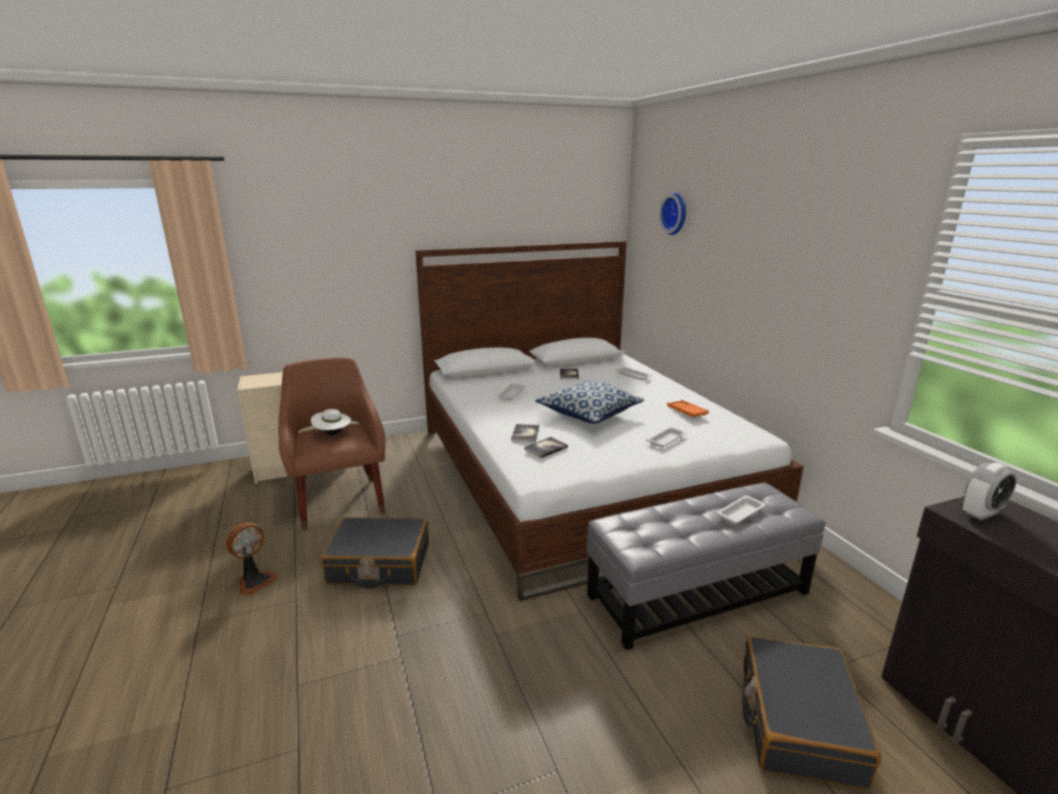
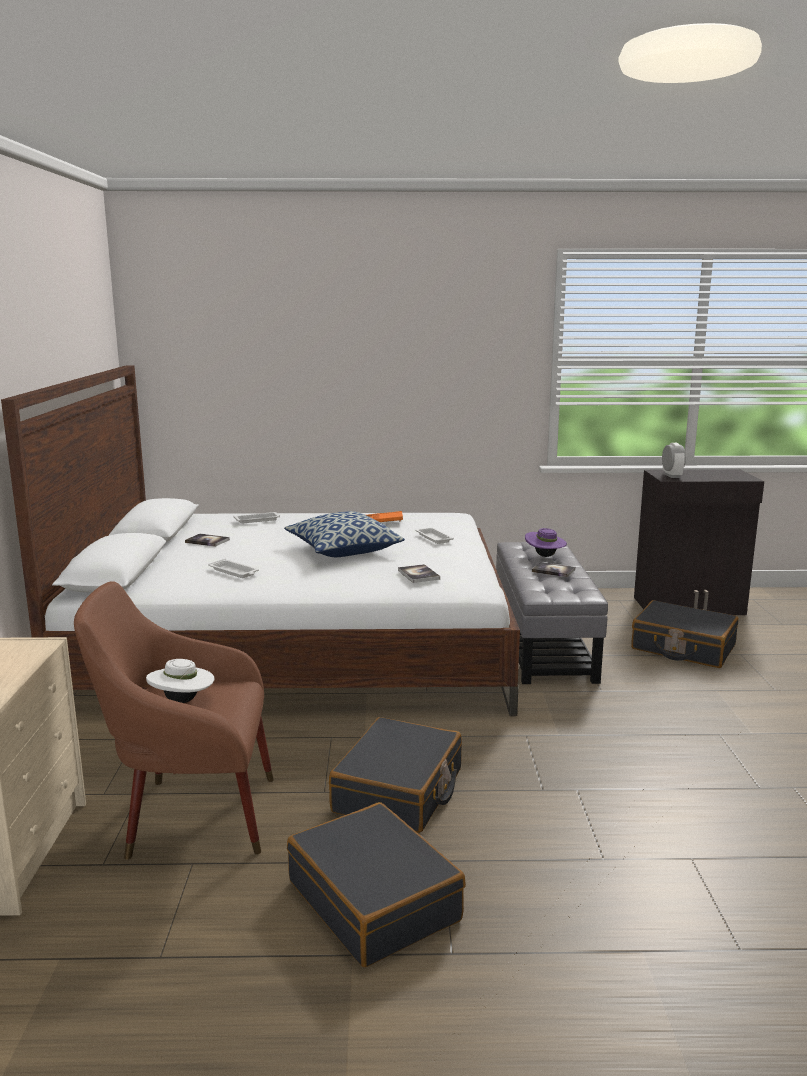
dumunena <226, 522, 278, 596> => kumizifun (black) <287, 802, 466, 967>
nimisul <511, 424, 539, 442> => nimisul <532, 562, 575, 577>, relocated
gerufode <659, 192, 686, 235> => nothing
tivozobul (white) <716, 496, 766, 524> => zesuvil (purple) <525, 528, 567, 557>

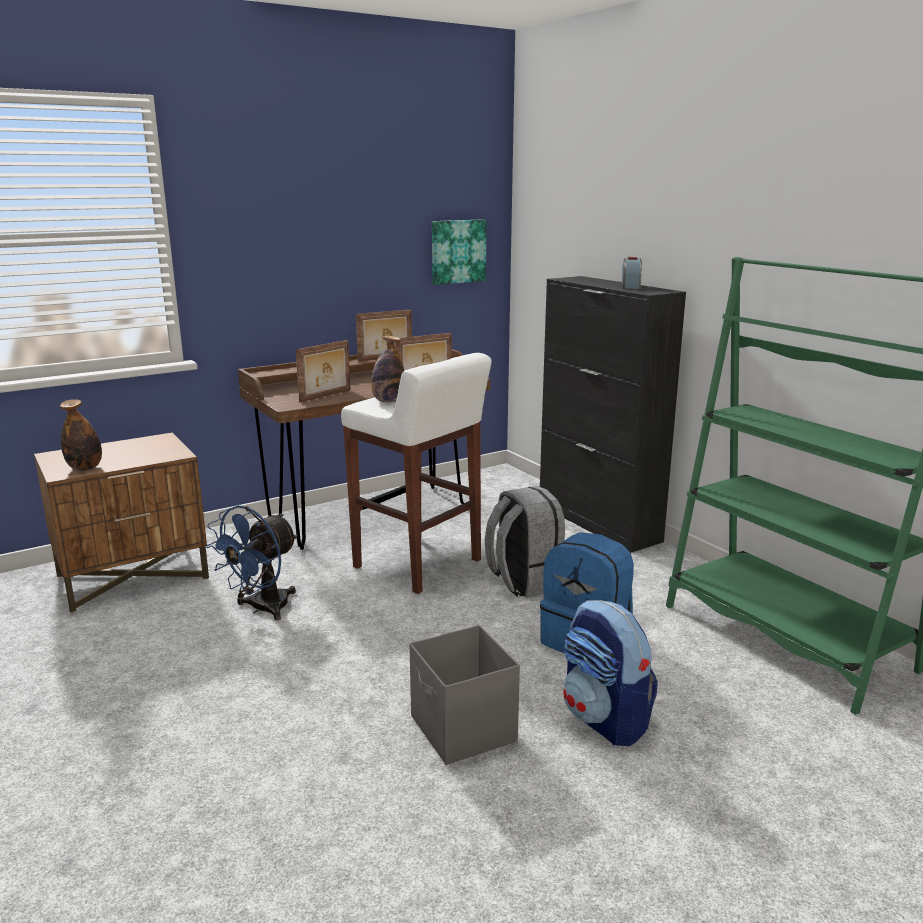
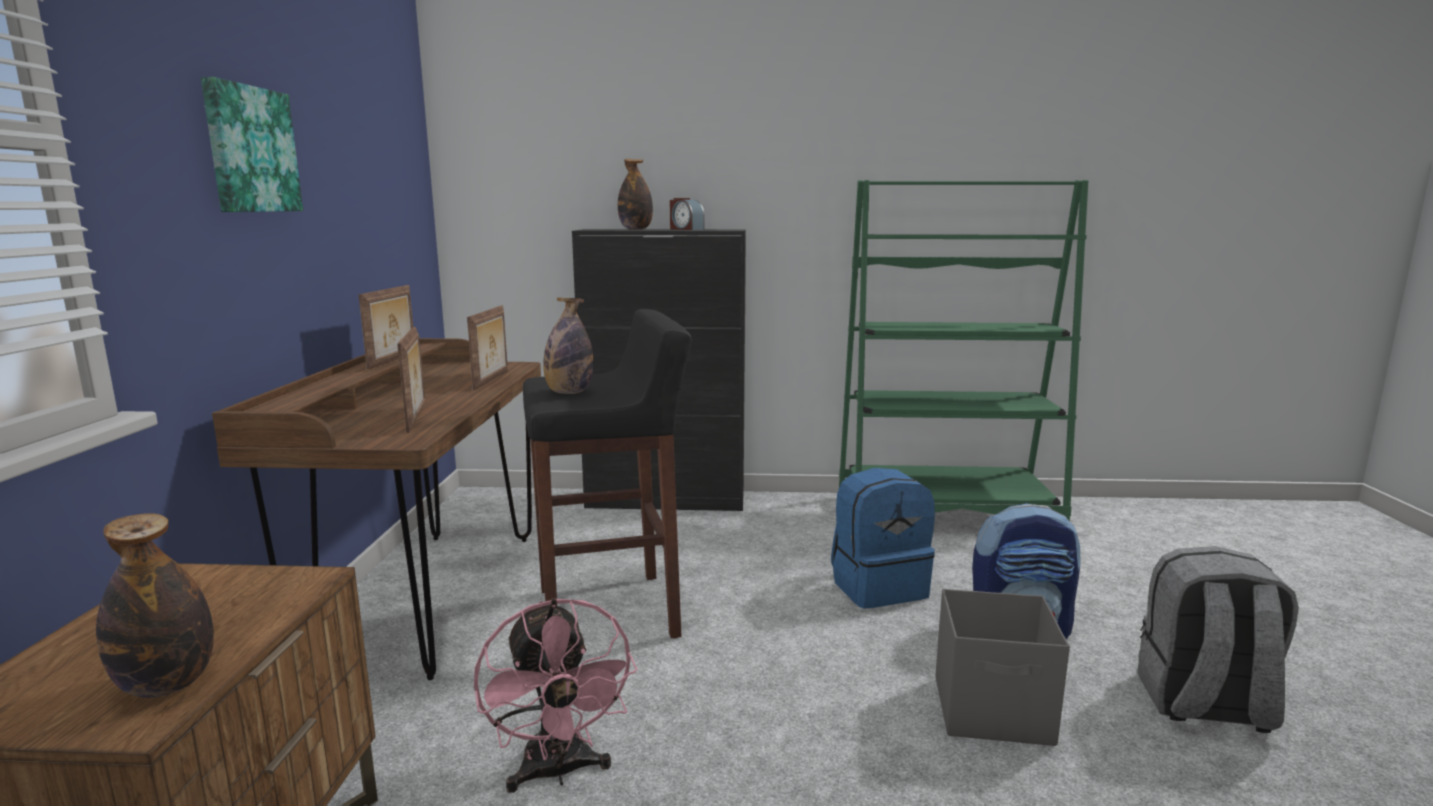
dumunena (blue) <206, 505, 298, 620> => dumunena (pink) <474, 598, 637, 793>
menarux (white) <341, 353, 491, 594> => menarux (black) <523, 309, 692, 639>
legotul <432, 219, 487, 285> => legotul <201, 77, 303, 212>, relocated
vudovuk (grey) <485, 486, 565, 598> => vudovuk (grey) <1137, 546, 1299, 733>, relocated
nothing => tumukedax <618, 159, 653, 230>

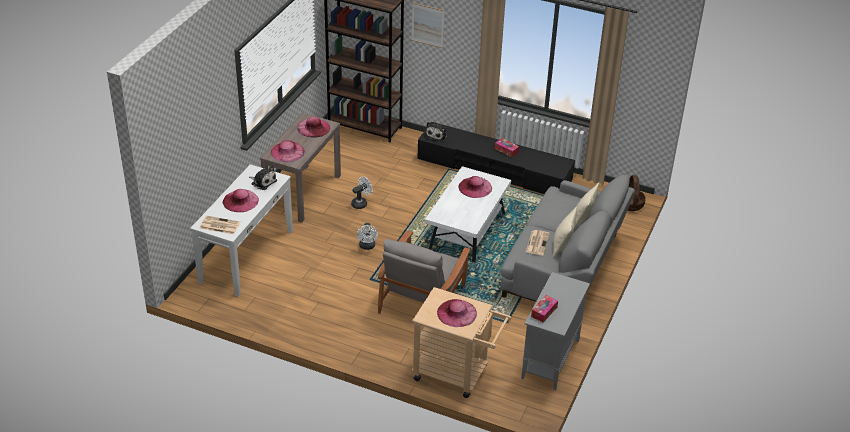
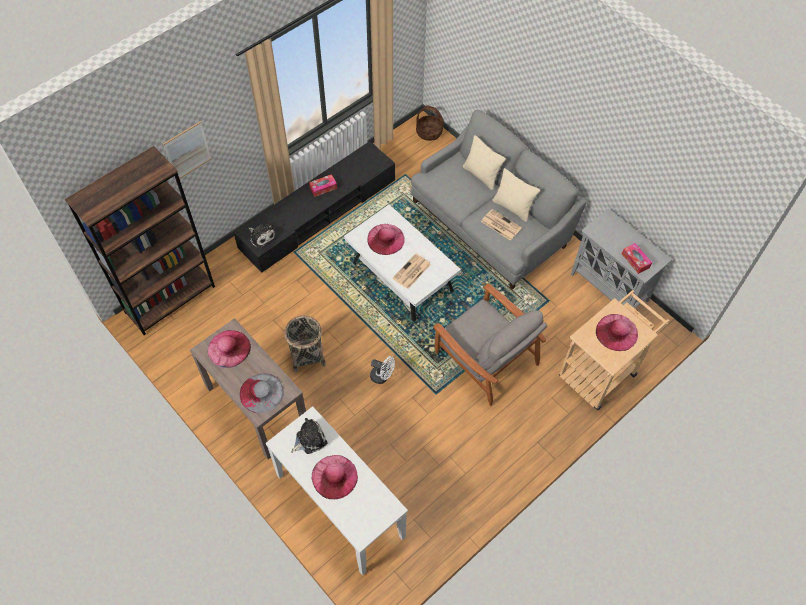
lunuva <200, 216, 240, 234> => lunuva <393, 253, 431, 289>, relocated
zesuvil (pink) <271, 140, 305, 162> => zesuvil (grey) <240, 373, 284, 413>
dumunena (white) <351, 176, 372, 209> => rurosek <285, 315, 326, 372>

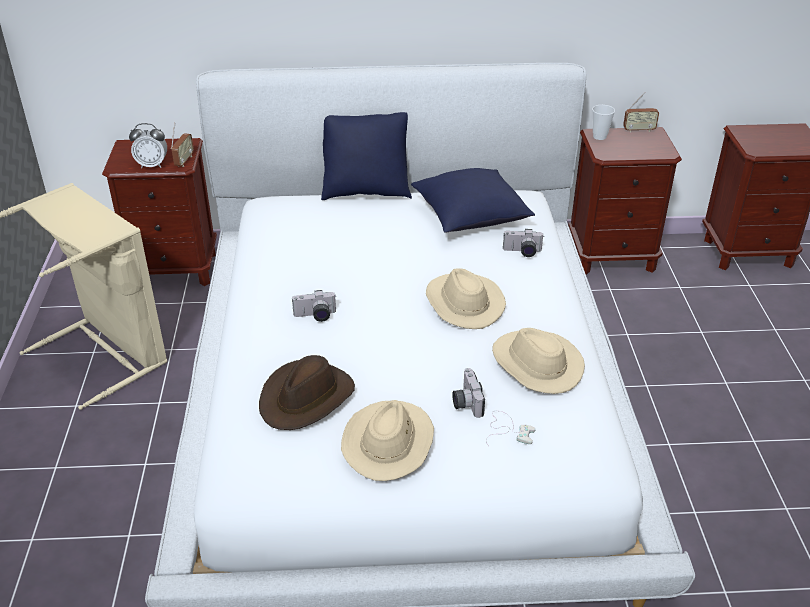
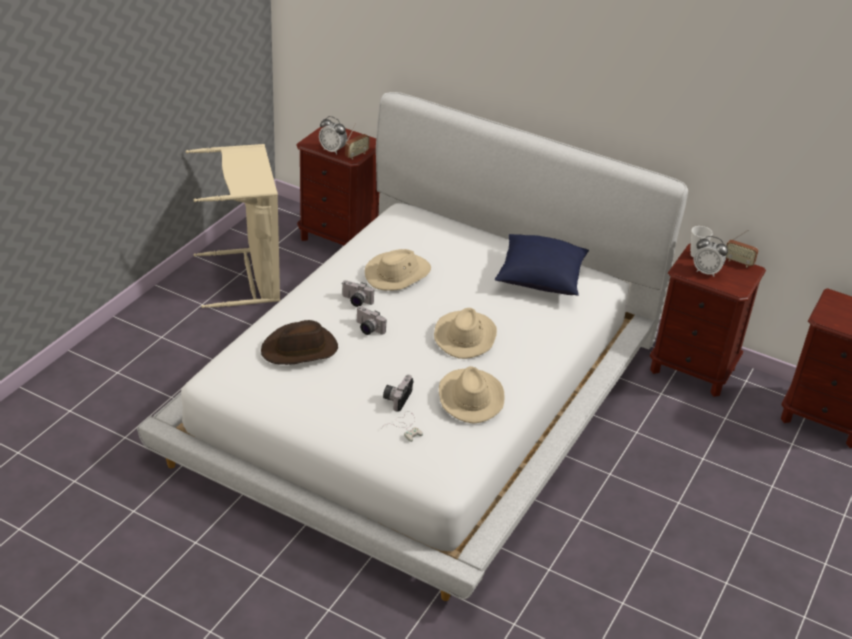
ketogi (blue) <321, 112, 412, 200> => nothing
zesuvil (beige) <341, 400, 434, 481> => zesuvil (beige) <365, 249, 431, 291>, relocated
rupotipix <503, 229, 544, 257> => rupotipix <356, 306, 386, 335>, relocated
nothing => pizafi <693, 236, 728, 277>

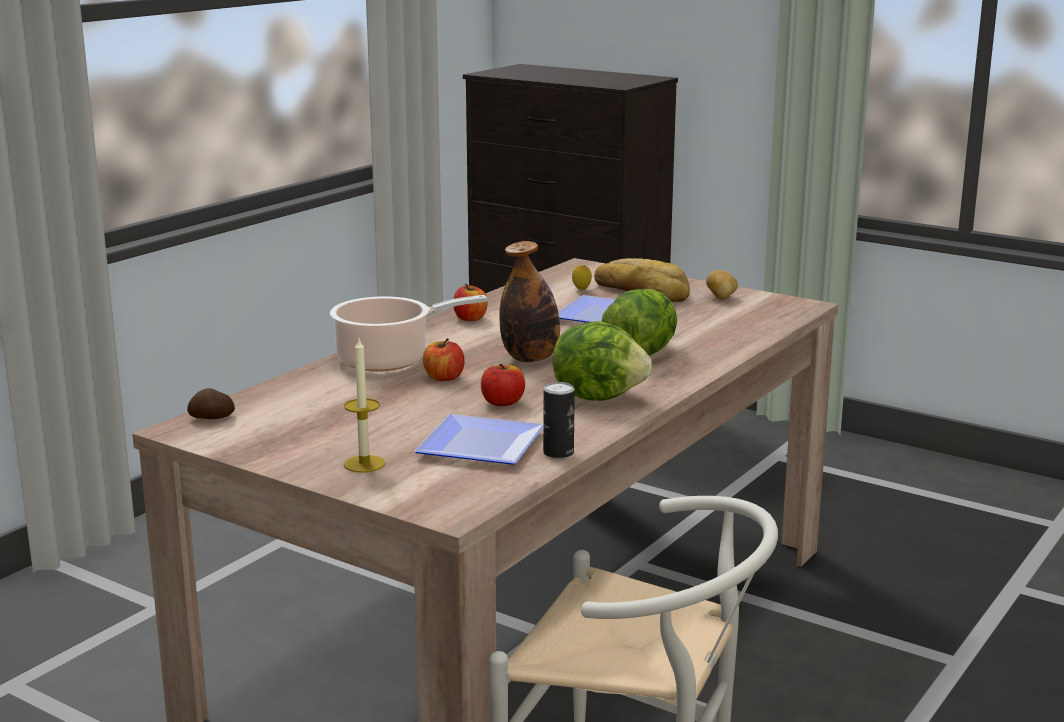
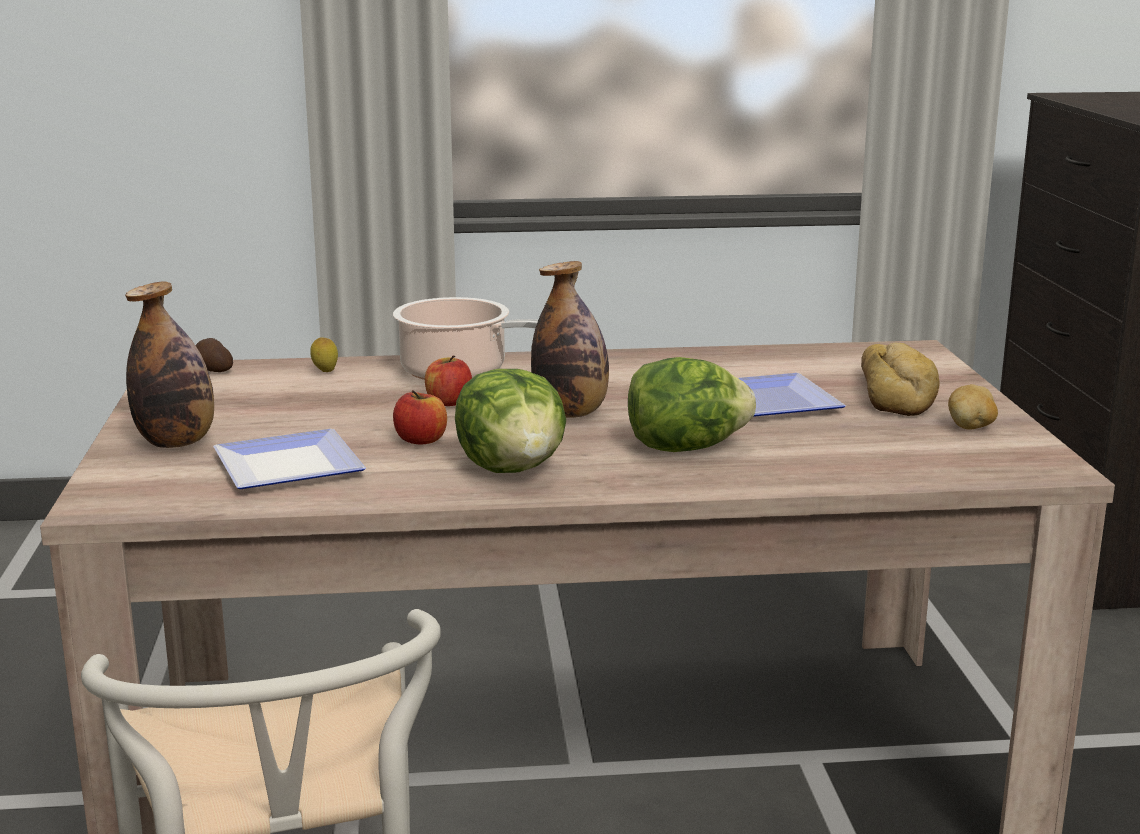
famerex <344, 339, 385, 473> => tumukedax <125, 282, 214, 448>
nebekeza <453, 284, 488, 321> => nothing
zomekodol <543, 382, 575, 458> => nothing
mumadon <572, 265, 592, 290> => mumadon <310, 337, 338, 372>, relocated

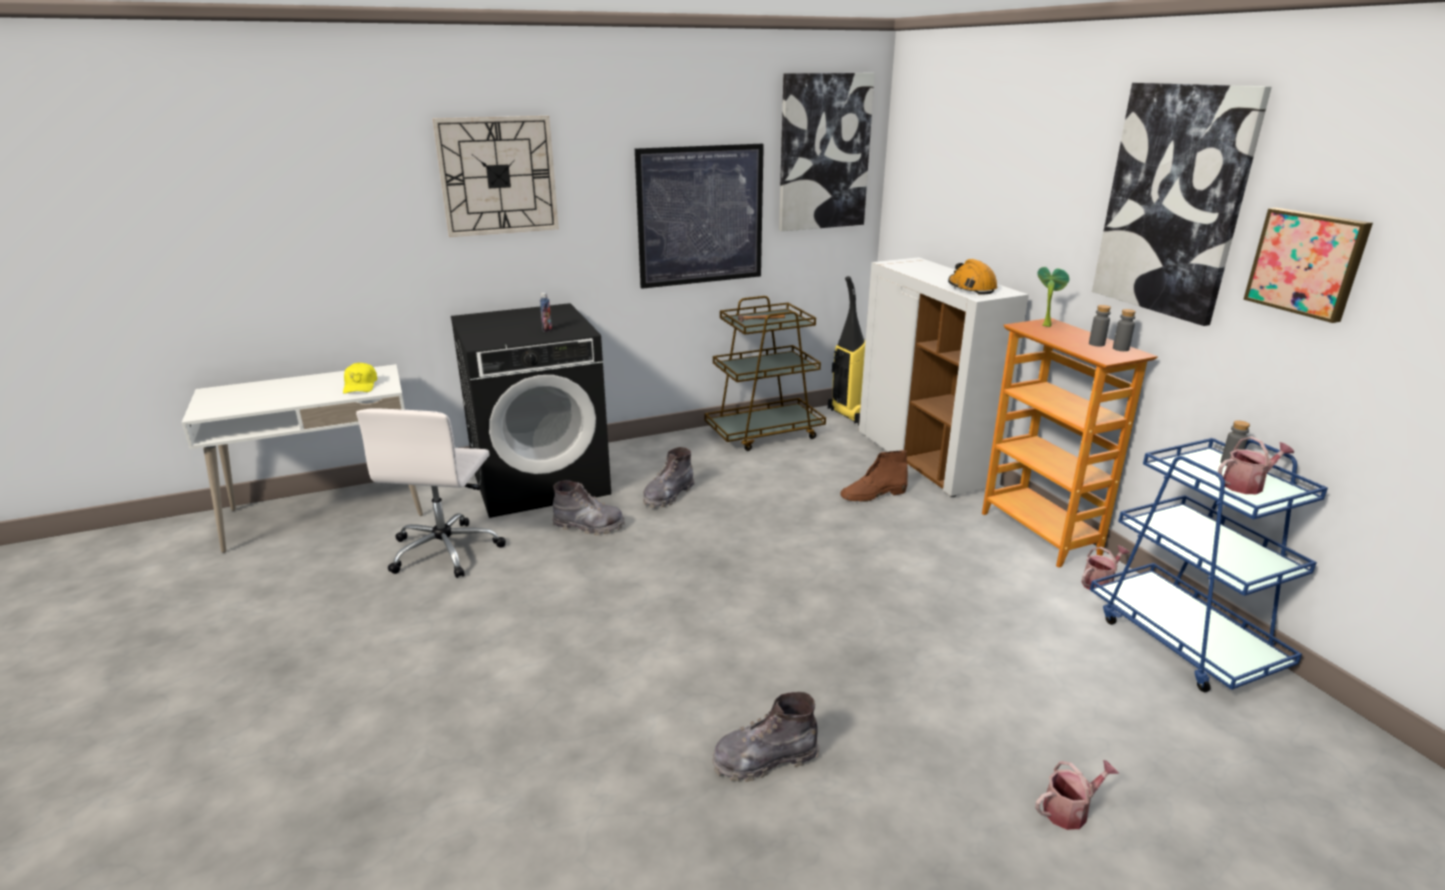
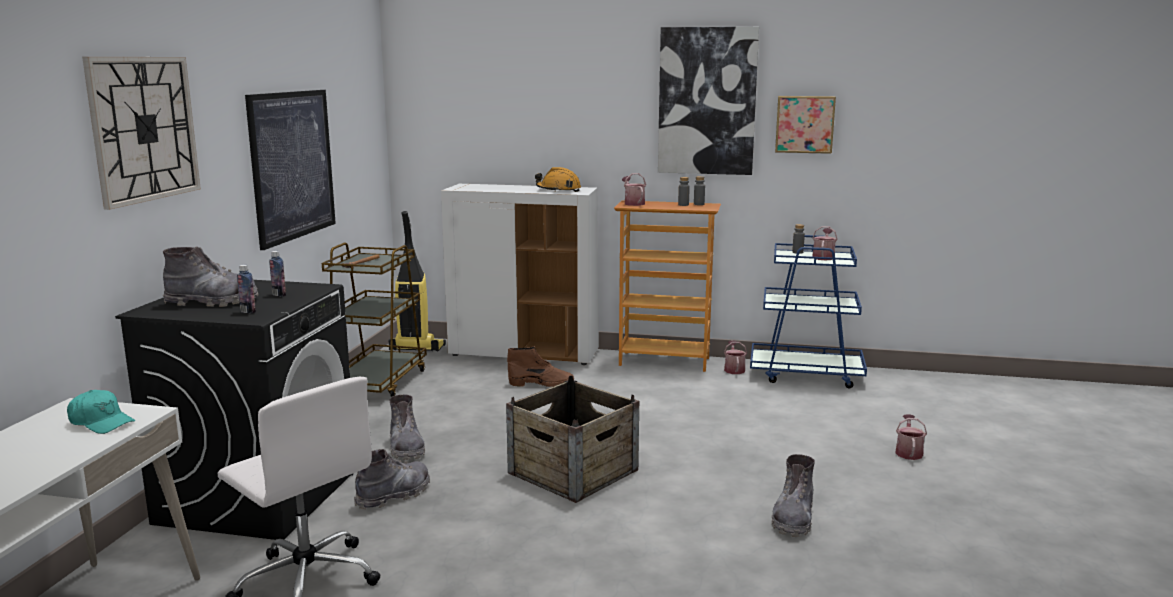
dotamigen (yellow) <343, 362, 377, 394> => dotamigen (turquoise) <67, 390, 135, 434>
legotul <779, 73, 875, 231> => nothing
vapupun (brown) <840, 450, 908, 502> => vapupun (brown) <507, 346, 574, 387>, 105 degrees counterclockwise
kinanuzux <1037, 267, 1069, 327> => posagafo <622, 173, 646, 206>
nothing => vapupun (grey) <163, 246, 258, 307>
nothing => tumukedax <237, 265, 256, 314>
nothing => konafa <506, 375, 639, 503>

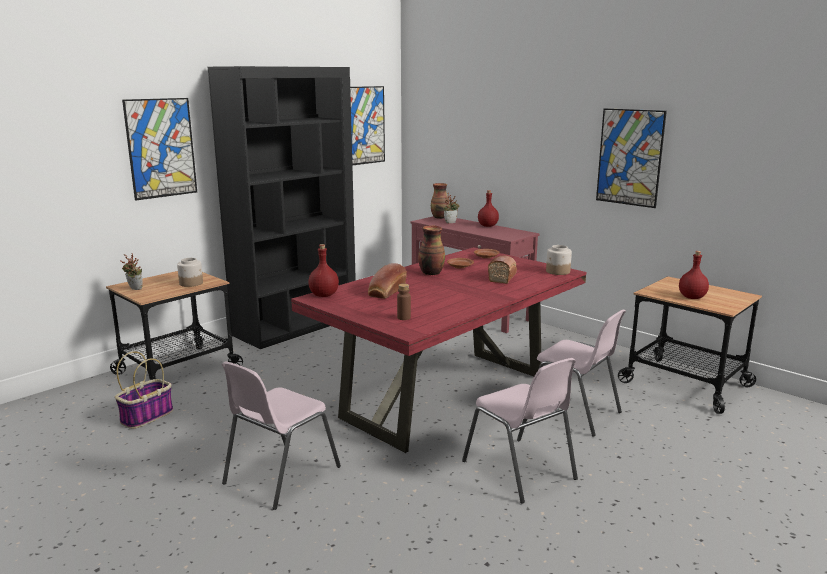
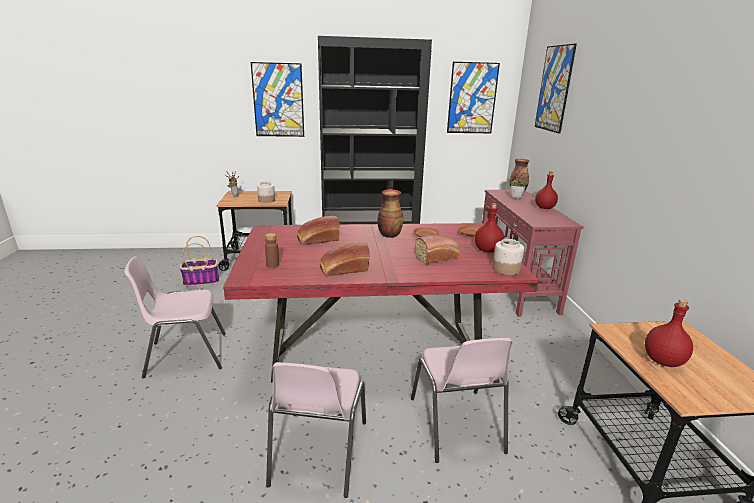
tumukedax (red) <308, 244, 339, 297> => tumukedax (red) <475, 203, 504, 253>, relocated
legotul <596, 108, 667, 208> => legotul <535, 44, 577, 134>, relocated
nothing => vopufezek <320, 242, 370, 276>

